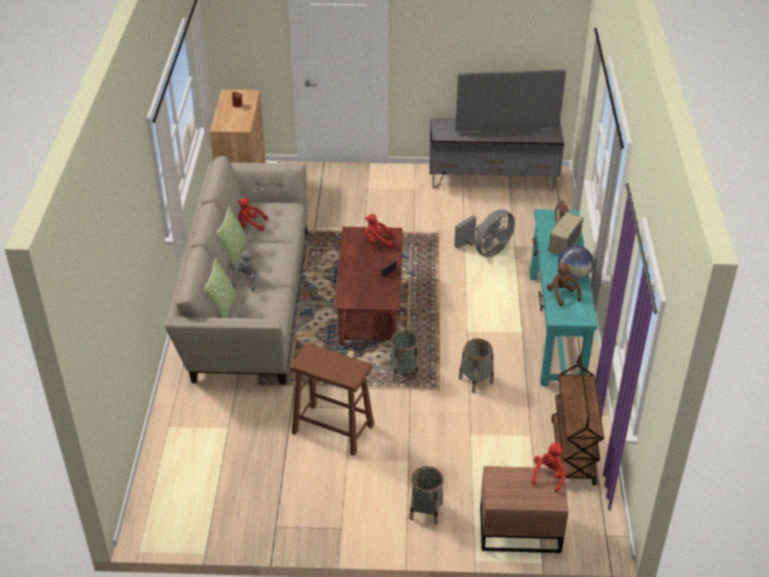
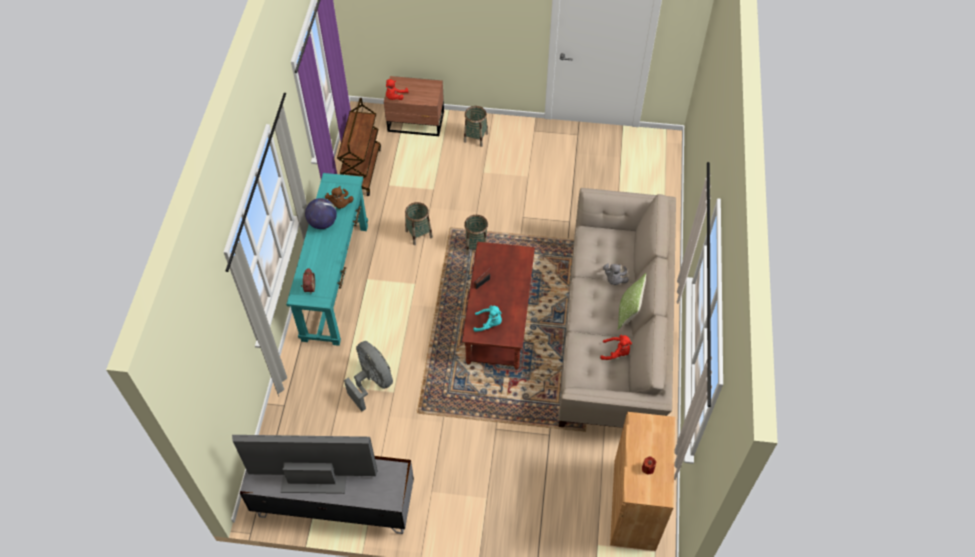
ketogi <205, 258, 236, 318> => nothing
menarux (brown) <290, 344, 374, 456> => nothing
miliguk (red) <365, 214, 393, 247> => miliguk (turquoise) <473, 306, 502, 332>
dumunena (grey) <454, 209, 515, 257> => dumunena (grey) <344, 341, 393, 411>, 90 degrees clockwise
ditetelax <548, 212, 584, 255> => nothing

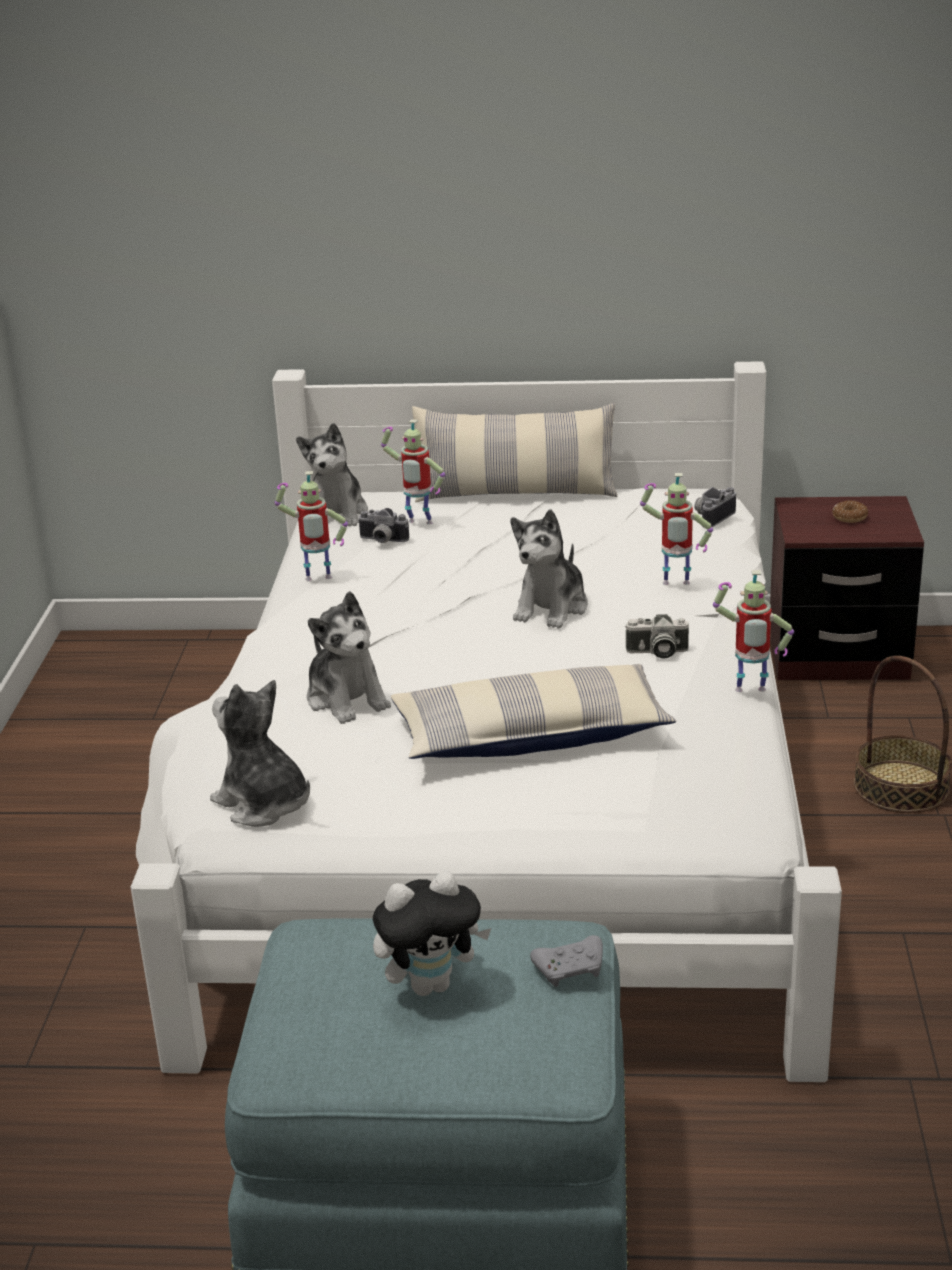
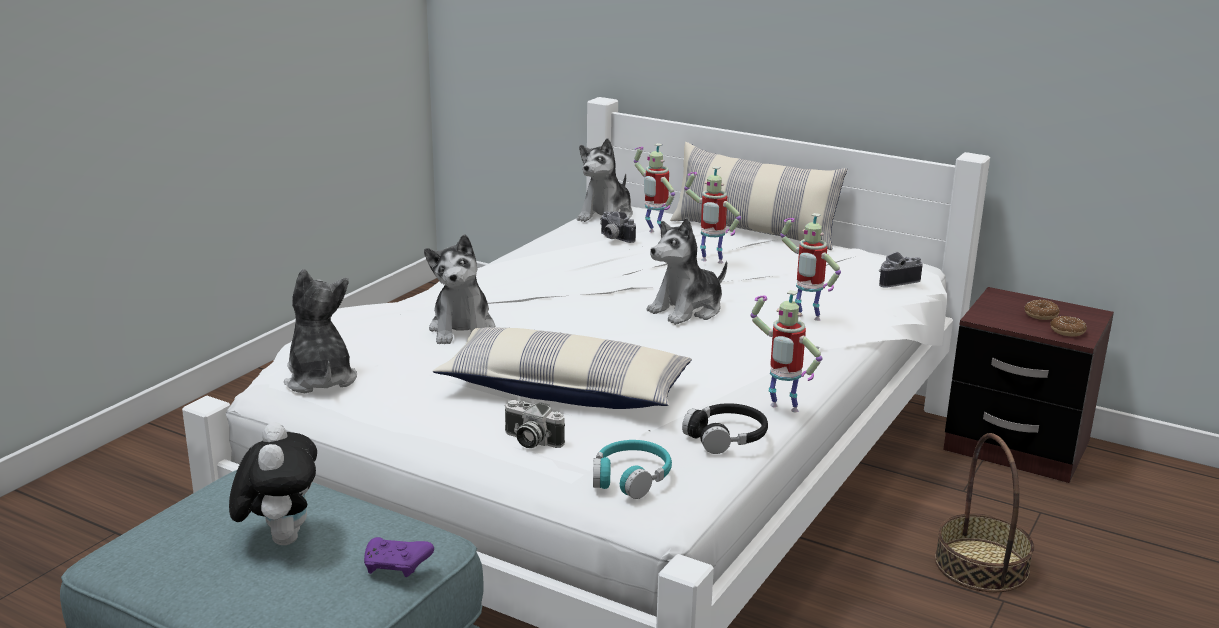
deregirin <275, 471, 348, 581> => deregirin <684, 166, 741, 264>, relocated
miliguk <373, 871, 491, 996> => miliguk <229, 422, 317, 545>, 105 degrees counterclockwise
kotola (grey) <530, 935, 603, 987> => kotola (purple) <364, 537, 434, 577>
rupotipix <625, 614, 689, 659> => rupotipix <505, 400, 565, 448>, relocated
nothing => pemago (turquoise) <593, 440, 672, 499>
nothing => pemago (black) <682, 403, 768, 454>
nothing => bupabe <1050, 316, 1087, 336>

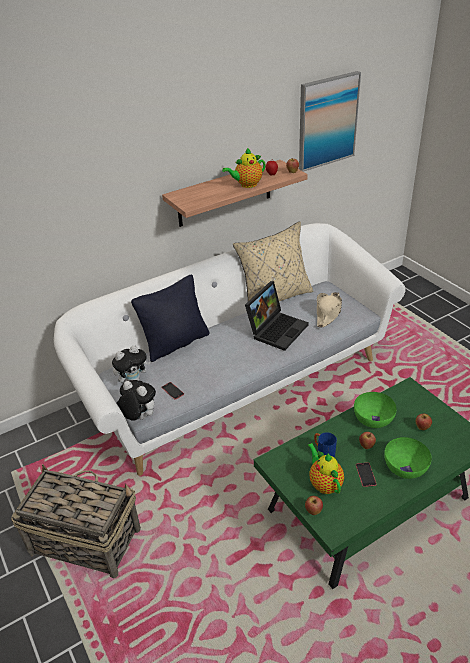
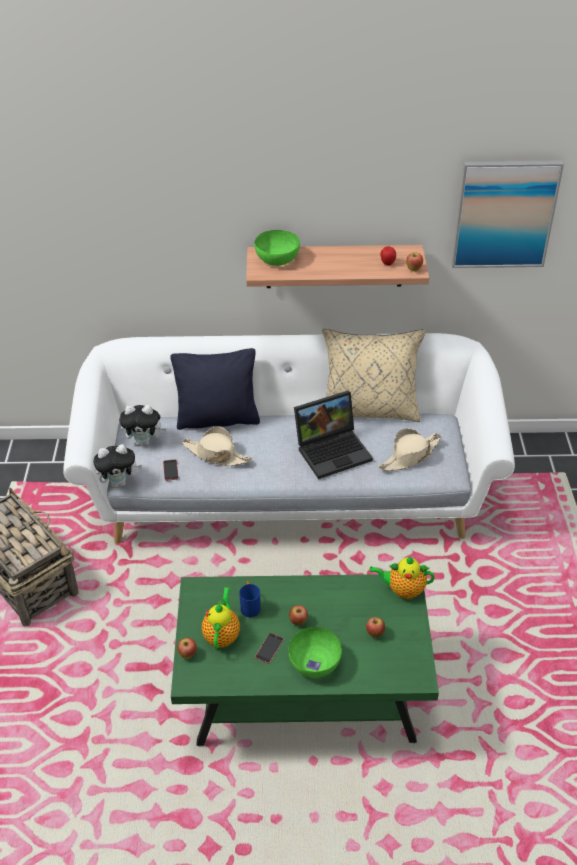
miliguk <117, 380, 156, 421> => miliguk <93, 444, 142, 488>, 105 degrees clockwise
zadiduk <222, 148, 266, 188> => zadiduk <369, 556, 435, 599>, relocated
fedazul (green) <354, 392, 396, 428> => fedazul (green) <254, 230, 300, 266>, relocated
nothing => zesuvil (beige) <182, 426, 252, 466>

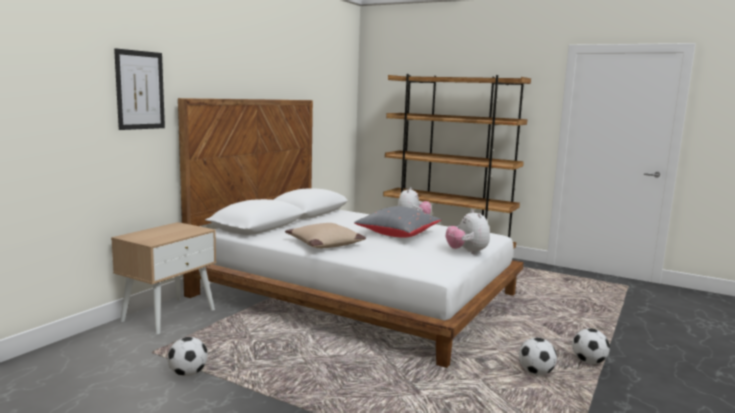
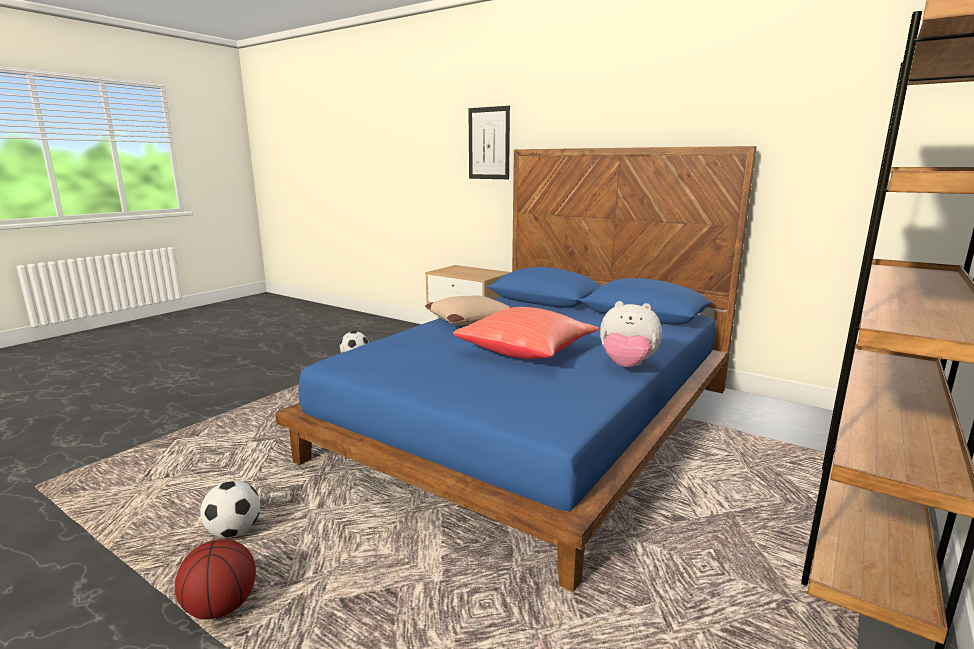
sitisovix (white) <178, 98, 524, 368> => sitisovix (blue) <275, 146, 757, 592>
ketogi (grey) <354, 206, 441, 238> => ketogi (red) <453, 307, 599, 359>
miliguk <446, 210, 490, 255> => nothing
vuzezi <572, 328, 610, 364> => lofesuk <175, 539, 256, 619>

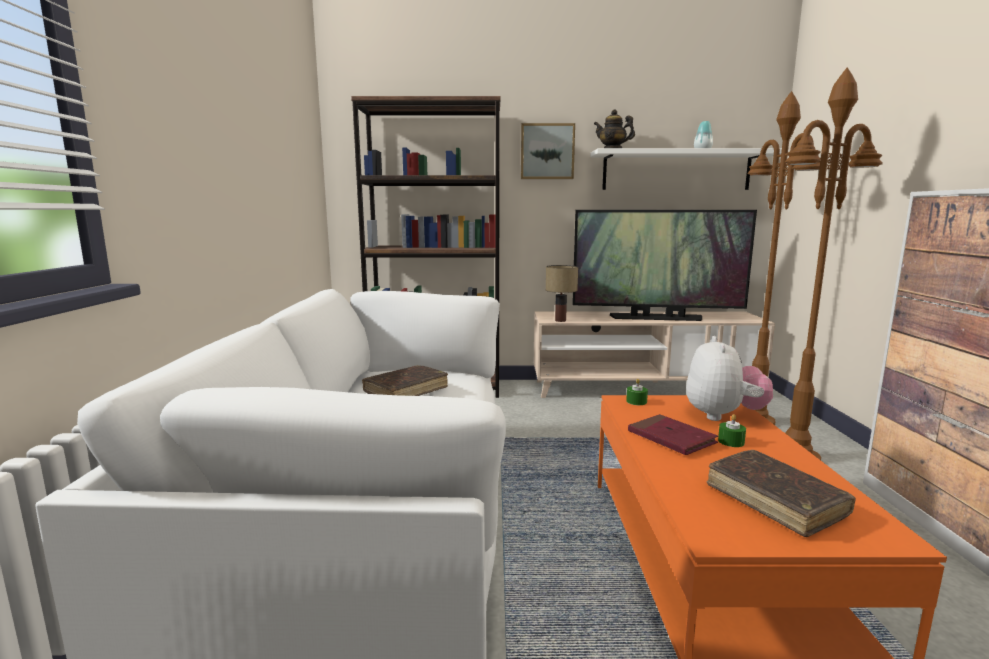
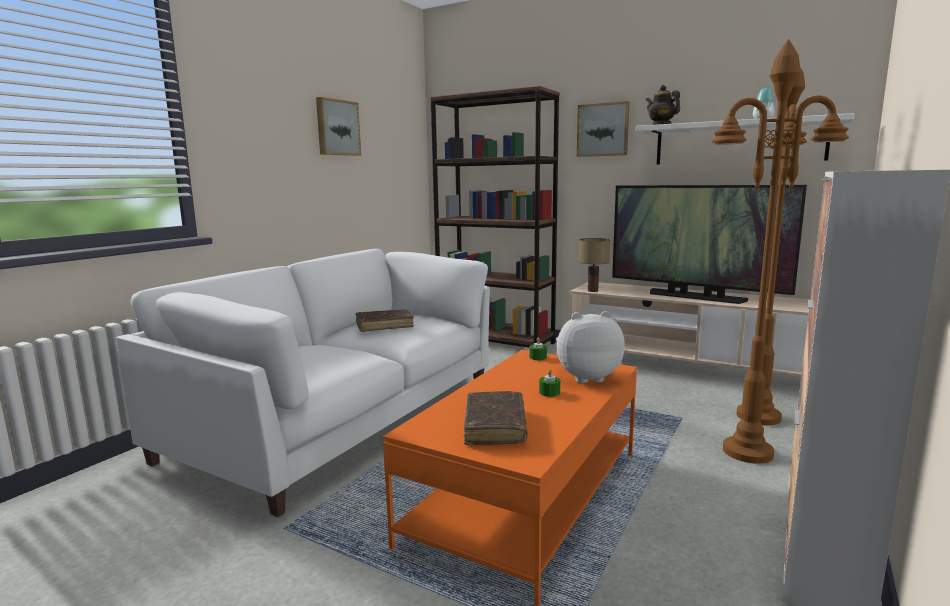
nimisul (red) <628, 414, 718, 455> => nothing
miliguk <686, 336, 773, 421> => miliguk <556, 311, 625, 383>, 135 degrees counterclockwise
nothing => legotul <316, 97, 361, 156>

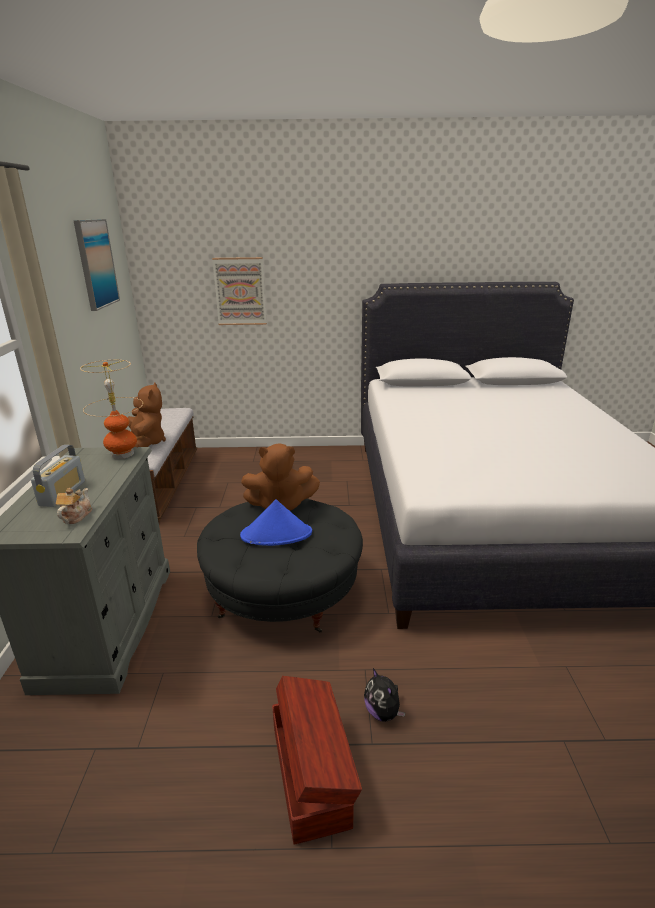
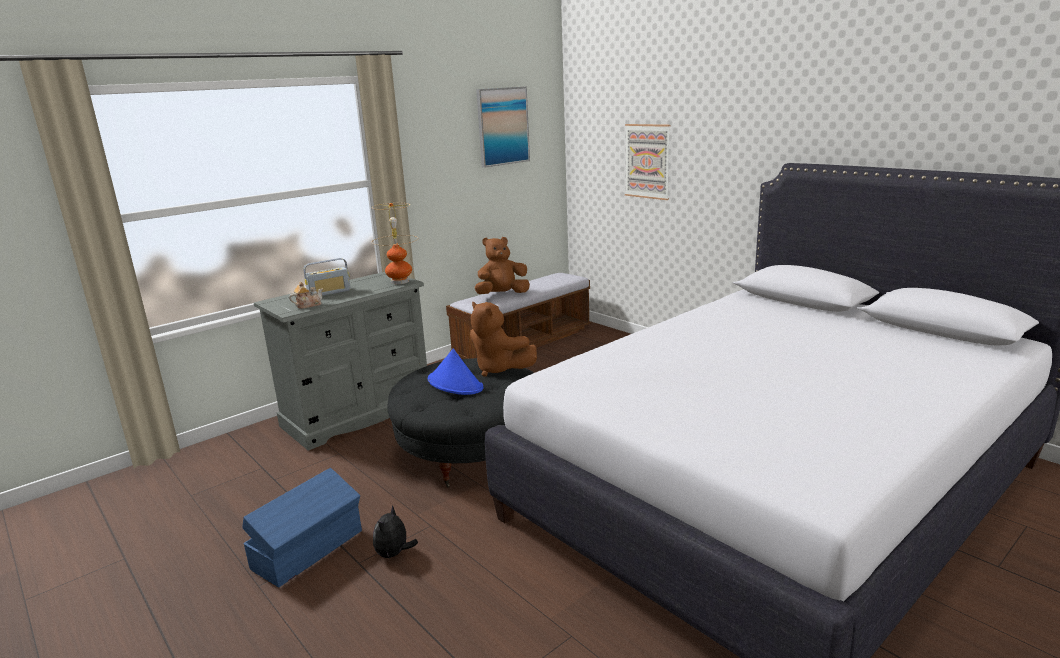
miliguk (brown) <128, 383, 166, 447> => miliguk (brown) <475, 237, 530, 294>, 150 degrees counterclockwise
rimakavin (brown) <272, 676, 362, 845> => rimakavin (blue) <242, 468, 362, 587>

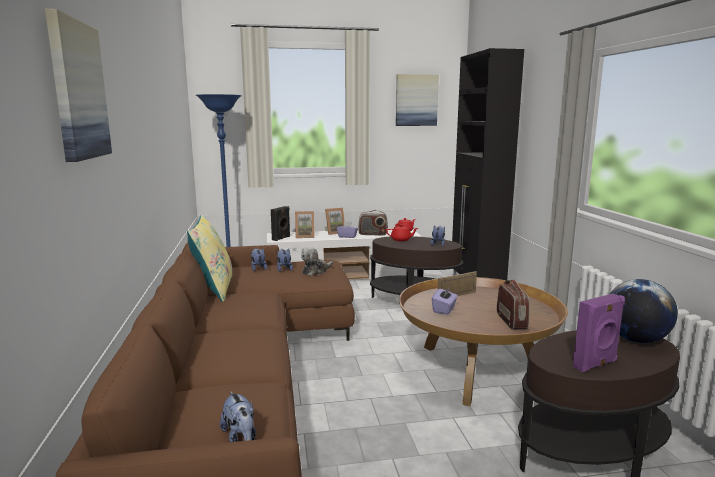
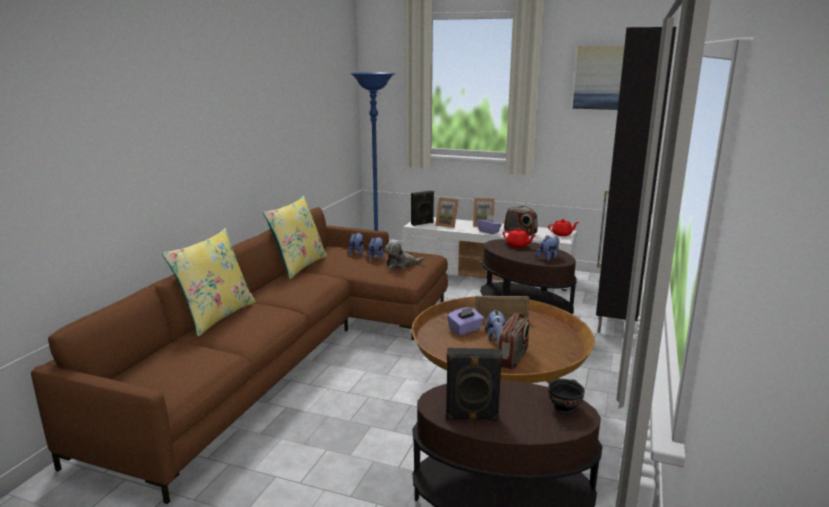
legotul <45, 9, 112, 162> => nothing
miliguk <220, 391, 256, 442> => miliguk <485, 309, 506, 342>, relocated
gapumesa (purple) <573, 294, 625, 372> => gapumesa (black) <446, 348, 503, 420>
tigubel <610, 279, 678, 343> => fedazul (black) <548, 379, 585, 414>
nothing => ketogi (yellow) <162, 228, 256, 336>

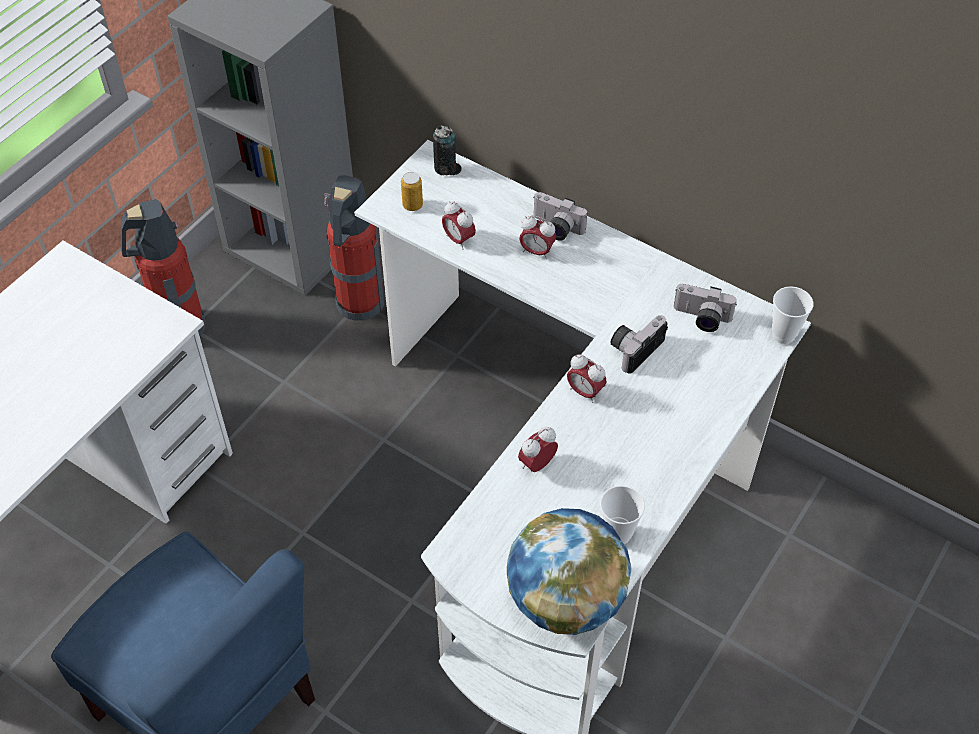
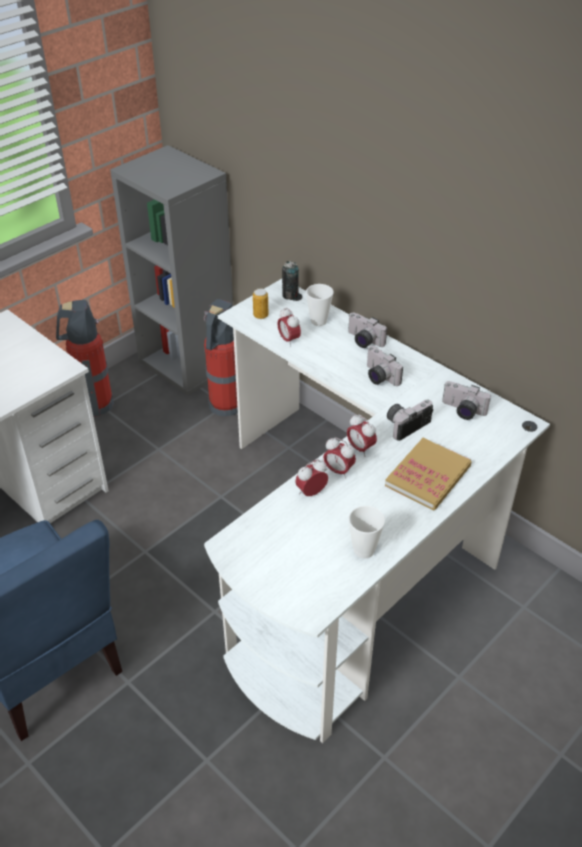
tigubel <507, 508, 632, 635> => nothing
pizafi <519, 215, 556, 259> => pizafi <323, 437, 356, 479>, relocated
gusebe <772, 286, 813, 344> => gusebe <306, 284, 333, 326>, relocated
nothing => rupotipix <367, 346, 403, 386>
nothing => nimisul <385, 438, 472, 510>

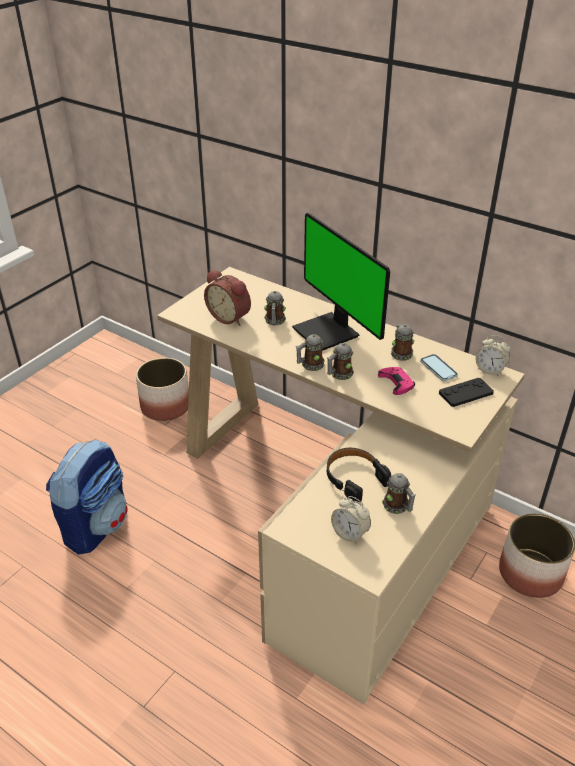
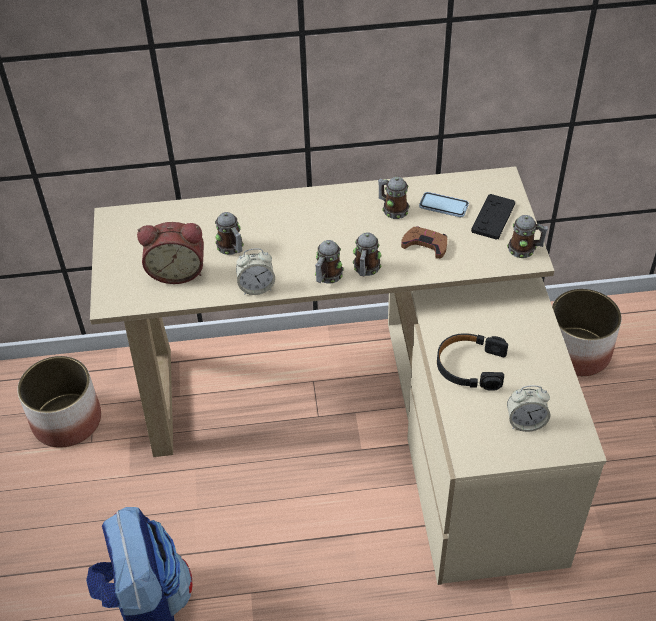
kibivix <292, 213, 390, 351> => nothing
kotola (pink) <378, 367, 415, 395> => kotola (brown) <401, 226, 447, 259>
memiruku <382, 473, 416, 514> => memiruku <507, 215, 548, 258>, relocated
pizafi <476, 335, 511, 377> => pizafi <236, 248, 275, 295>, relocated

